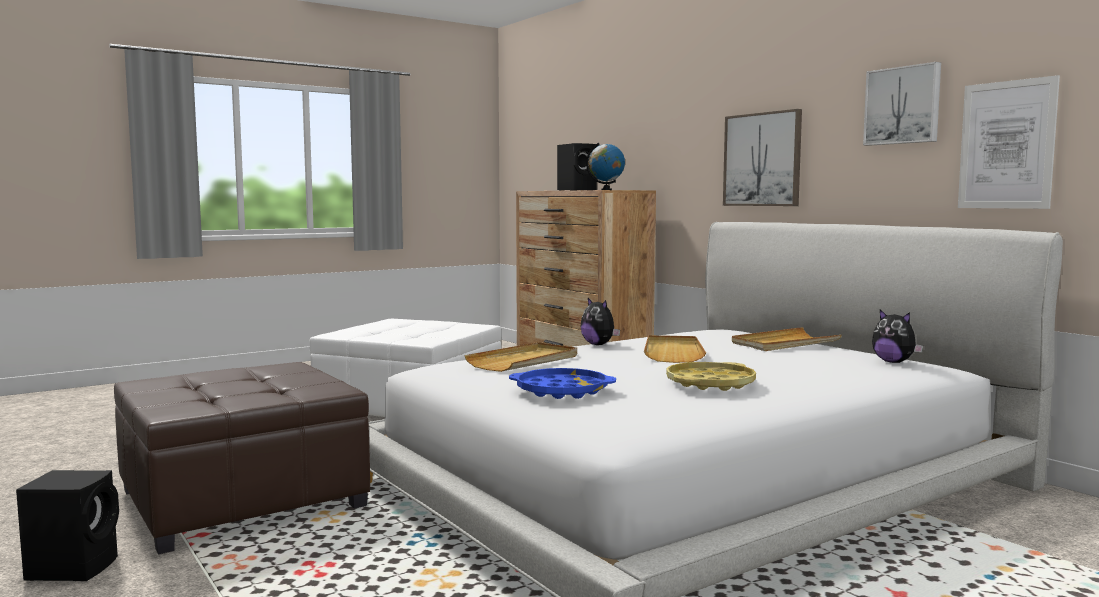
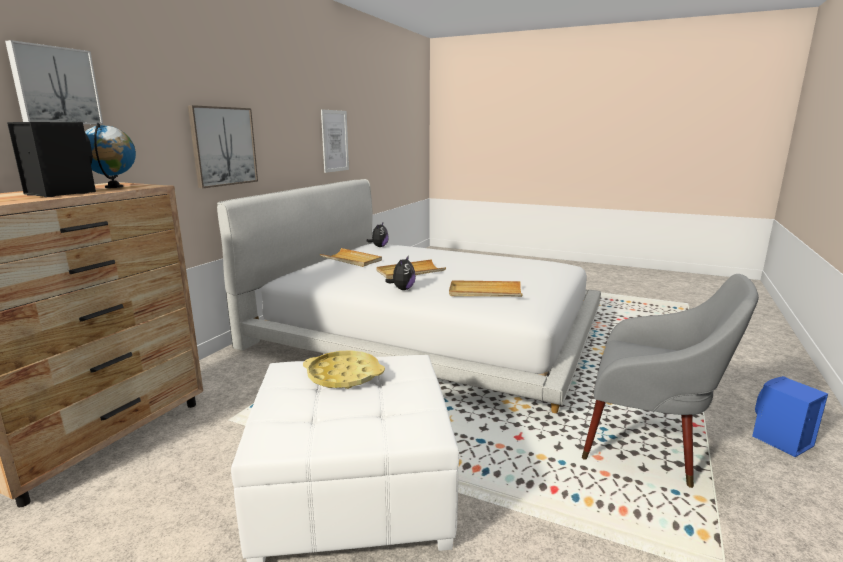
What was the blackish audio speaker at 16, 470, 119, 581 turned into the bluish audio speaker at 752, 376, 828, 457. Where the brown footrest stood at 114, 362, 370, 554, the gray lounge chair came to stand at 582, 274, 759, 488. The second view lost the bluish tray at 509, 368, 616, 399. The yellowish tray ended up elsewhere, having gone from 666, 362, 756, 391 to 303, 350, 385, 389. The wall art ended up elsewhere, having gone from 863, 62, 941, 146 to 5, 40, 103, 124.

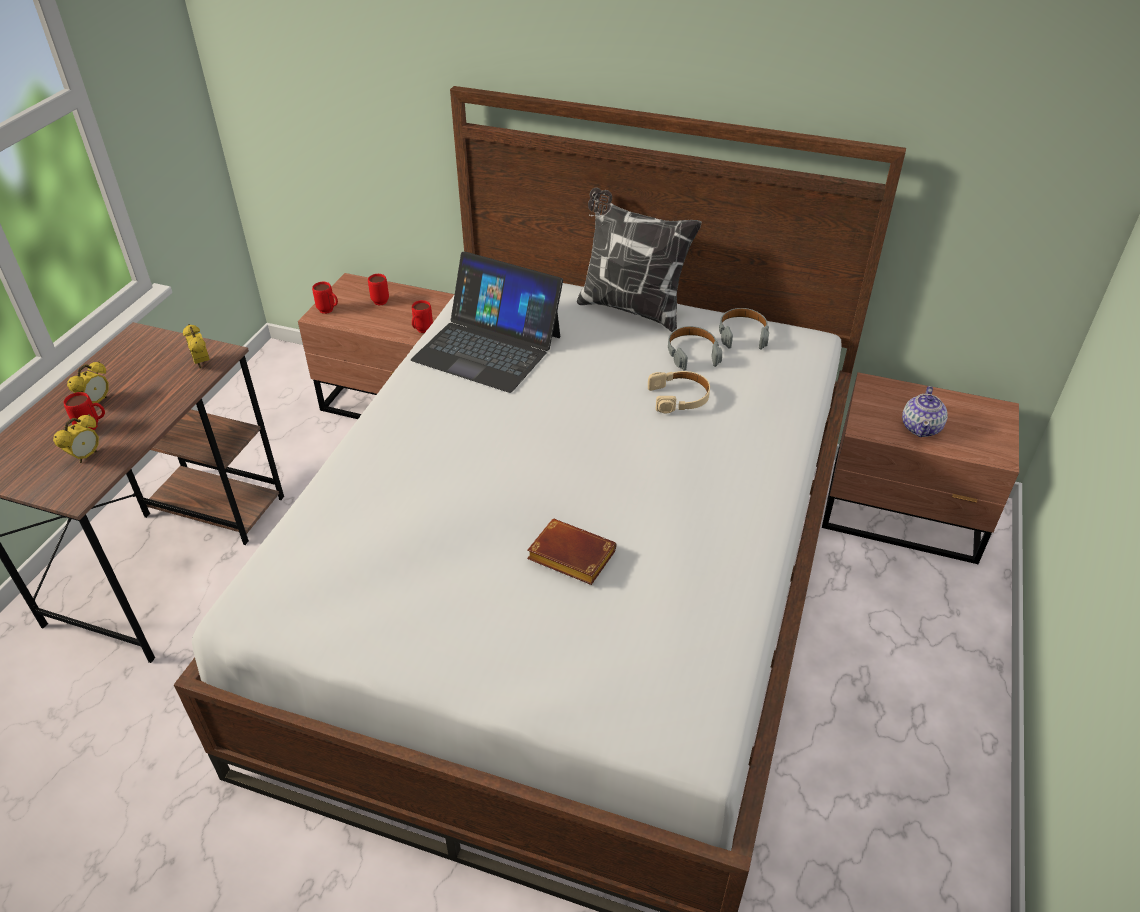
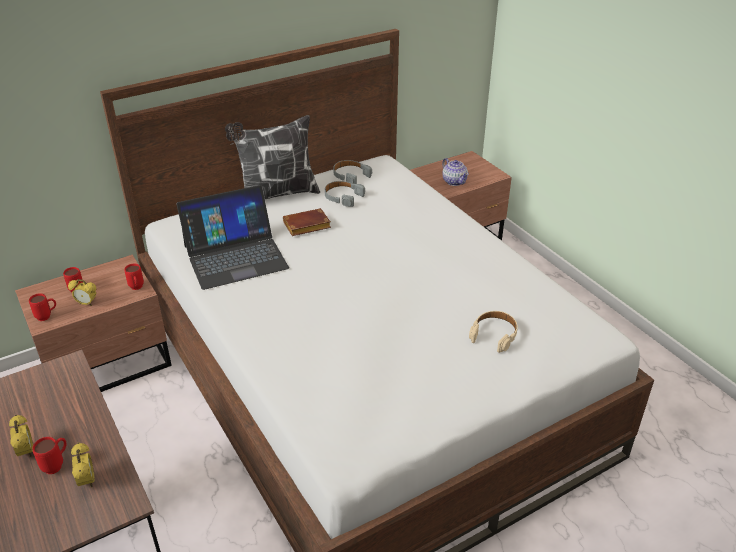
The table clock ended up elsewhere, having gone from 183, 324, 210, 369 to 68, 279, 96, 306. The brown bound book ended up elsewhere, having gone from 527, 519, 616, 585 to 283, 208, 331, 236. The beige headphones ended up elsewhere, having gone from 648, 371, 710, 413 to 469, 311, 518, 353.

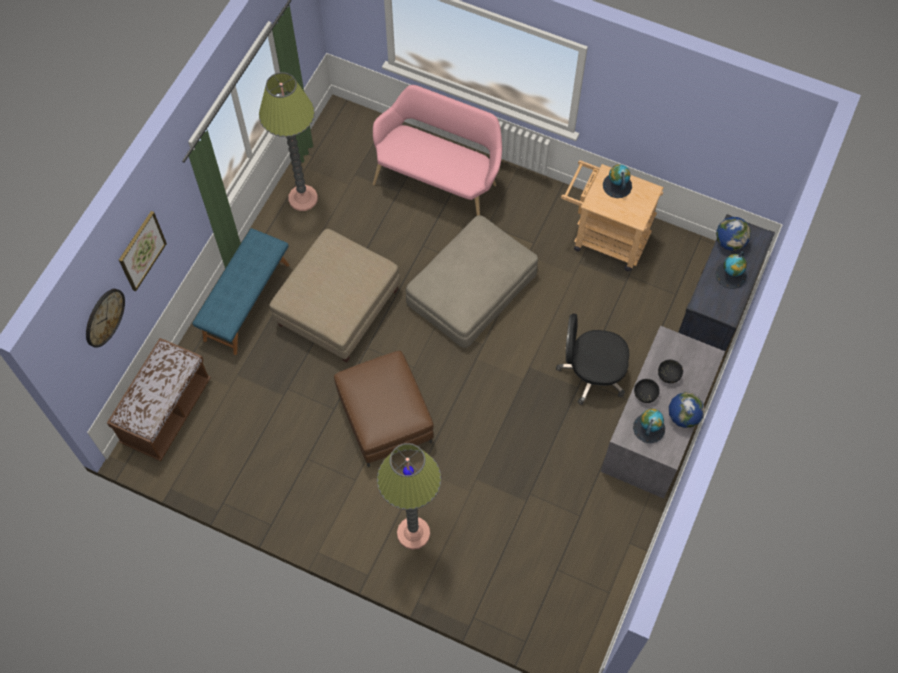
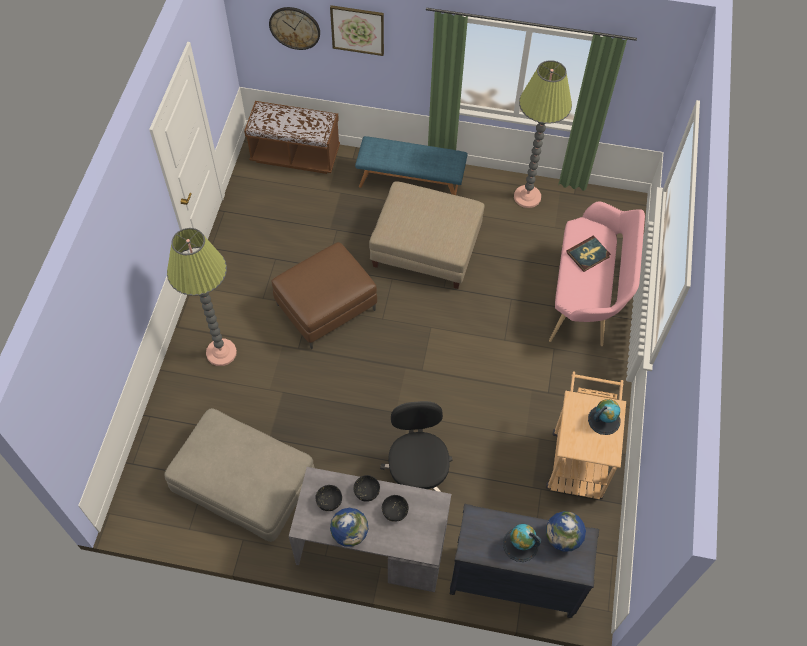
The beige footrest ended up elsewhere, having gone from 406, 215, 538, 348 to 165, 408, 315, 542. Where the desk globe stood at 633, 409, 665, 443, the blackish bowl came to stand at 316, 485, 342, 511. The second view gained the bound book at 566, 236, 611, 272.

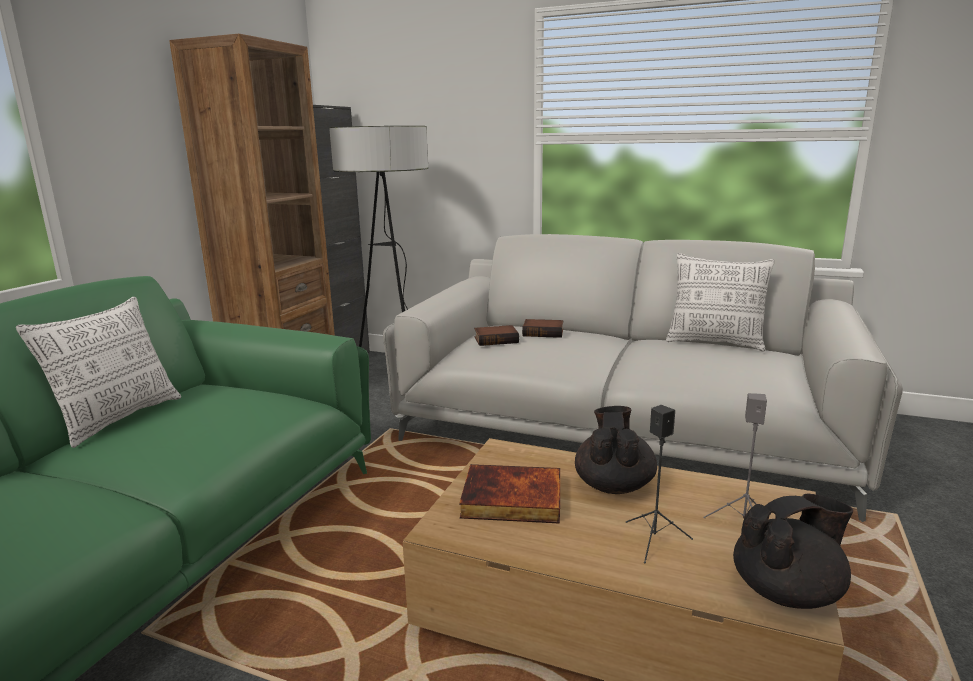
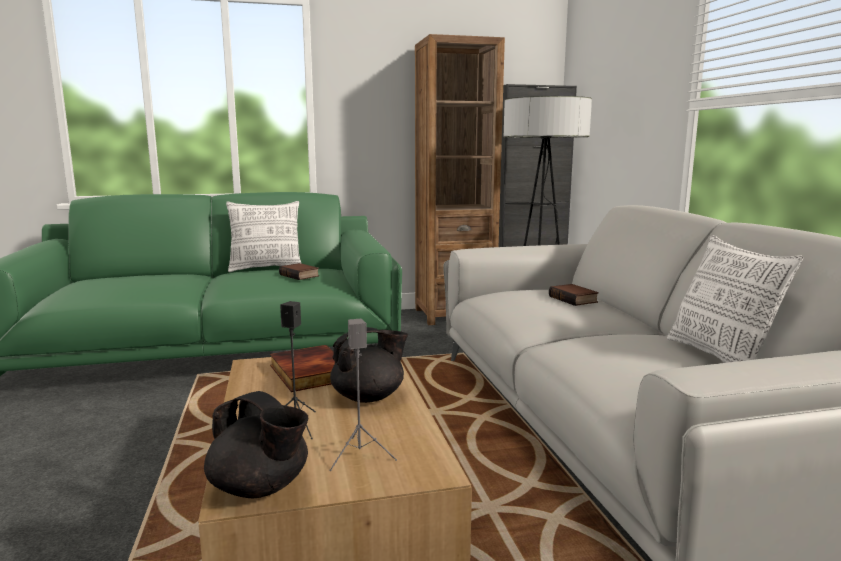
The bound book ended up elsewhere, having gone from 474, 325, 519, 346 to 279, 263, 319, 280.

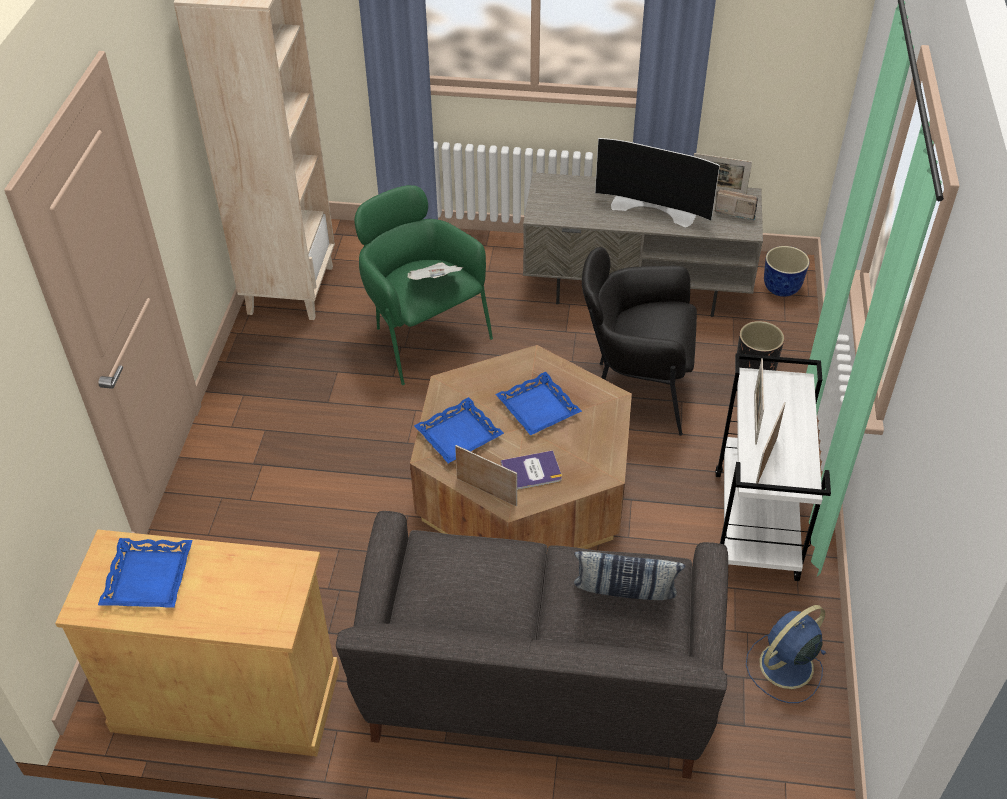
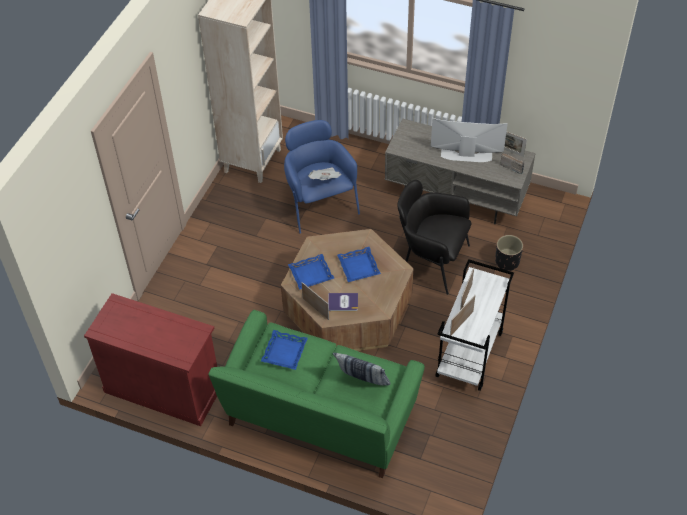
What was the beige storage cabinet at 55, 529, 339, 756 turned into the reddish storage cabinet at 84, 293, 217, 426. The bluish tray ended up elsewhere, having gone from 98, 538, 192, 608 to 261, 330, 308, 370. What was the gray settee at 336, 511, 728, 779 turned into the green settee at 208, 310, 425, 478. What was the green lounge chair at 355, 185, 493, 385 turned into the bluish lounge chair at 284, 120, 360, 234. The TV at 595, 138, 720, 227 ended up facing another way, 150 degrees clockwise from before. The second view lost the bluish fan at 746, 605, 827, 703. The second view lost the planter at 764, 246, 810, 297.

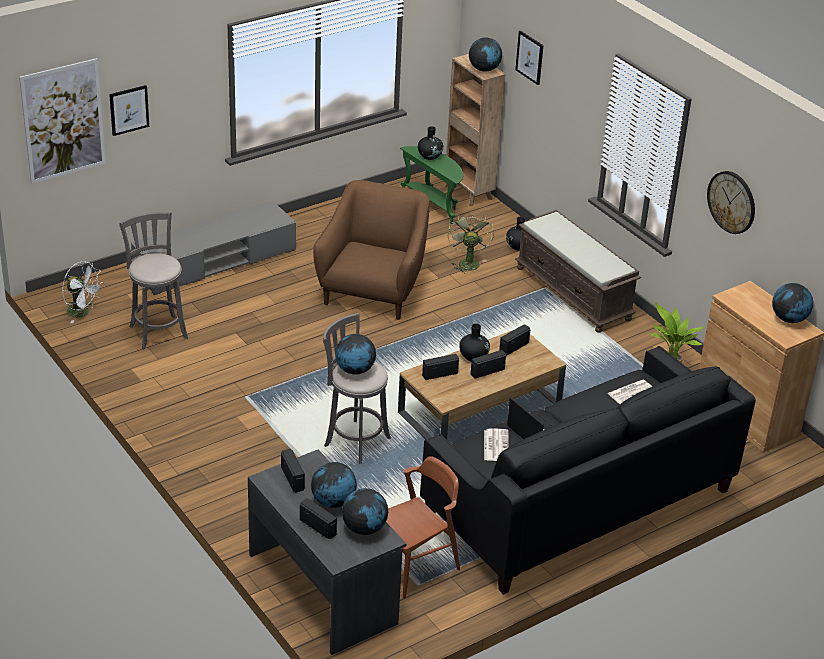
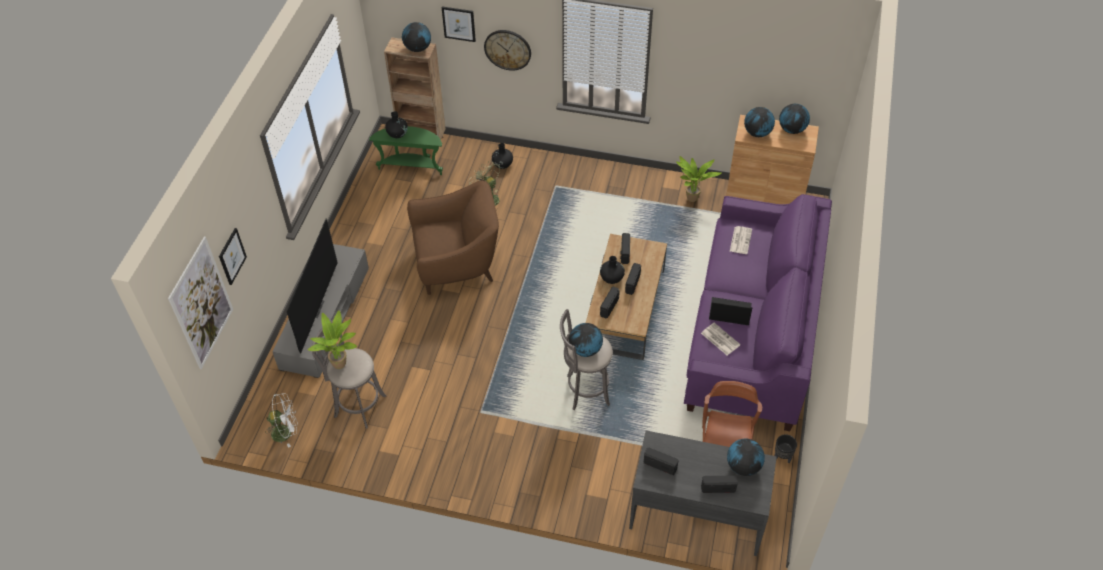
The desk globe ended up elsewhere, having gone from 311, 462, 357, 508 to 744, 107, 775, 137. The brown lounge chair at 313, 180, 429, 320 ended up facing another way, 105 degrees clockwise from before. What was the blackish settee at 420, 346, 756, 595 turned into the purple settee at 684, 194, 832, 431. The second view lost the brown long seat at 515, 210, 641, 333. The wall clock ended up elsewhere, having gone from 707, 171, 755, 234 to 484, 30, 531, 71. The second view gained the TV at 286, 219, 338, 353. The second view gained the houseplant at 307, 310, 357, 369. The second view gained the blackish planter at 775, 434, 797, 463.

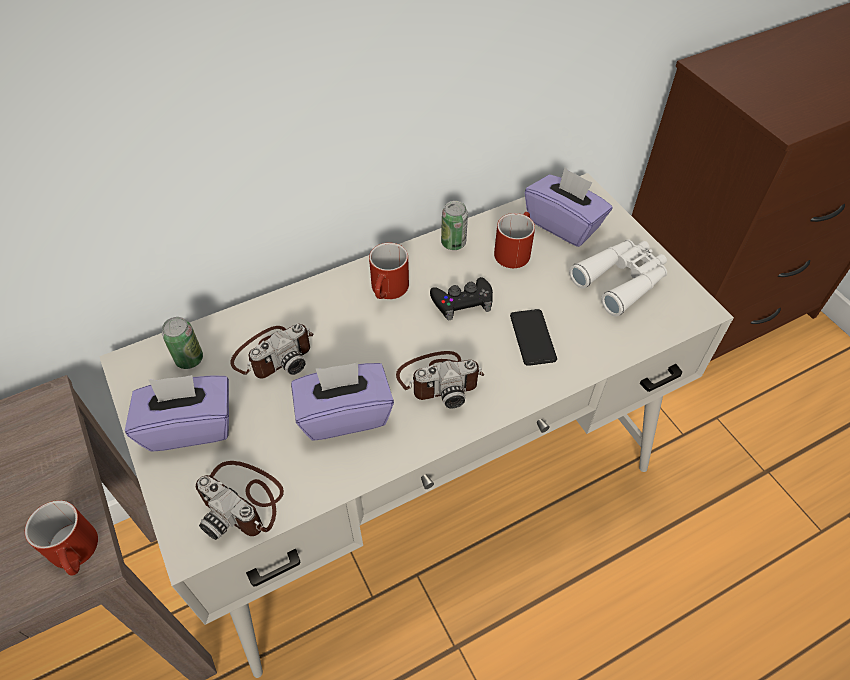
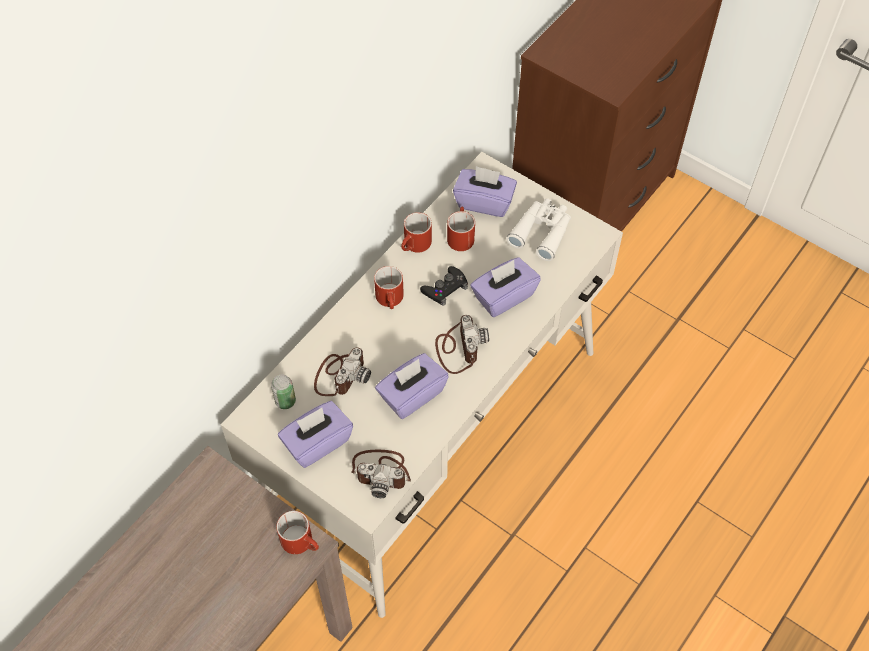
The photo camera at 396, 351, 484, 408 ended up facing another way, 60 degrees counterclockwise from before. Where the metal can stood at 441, 201, 468, 250, the reddish coffee mug came to stand at 401, 212, 432, 253. Where the handset stood at 510, 309, 557, 366, the purple tissue box came to stand at 470, 257, 541, 317.

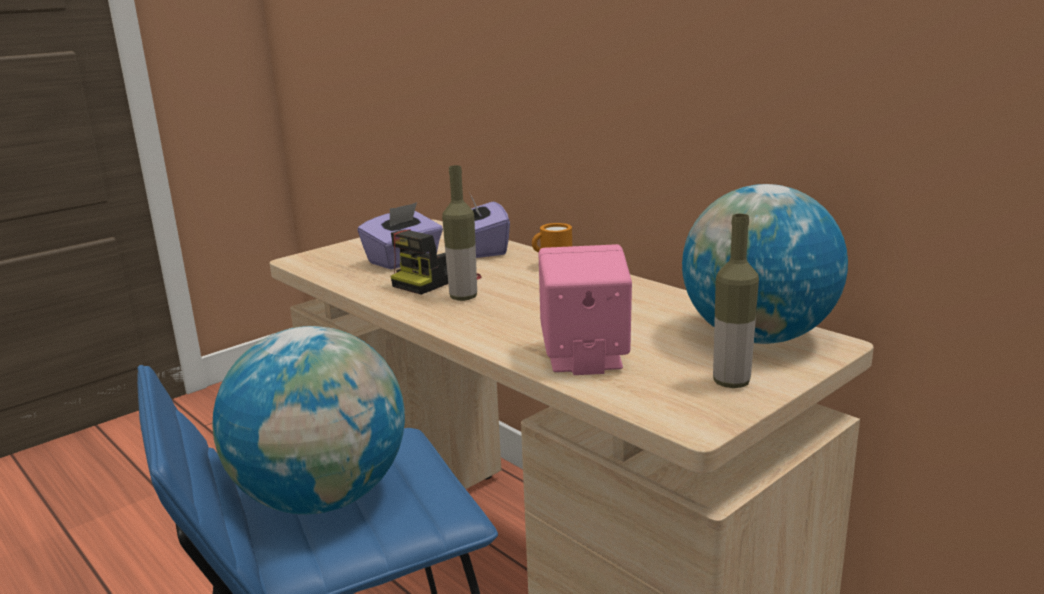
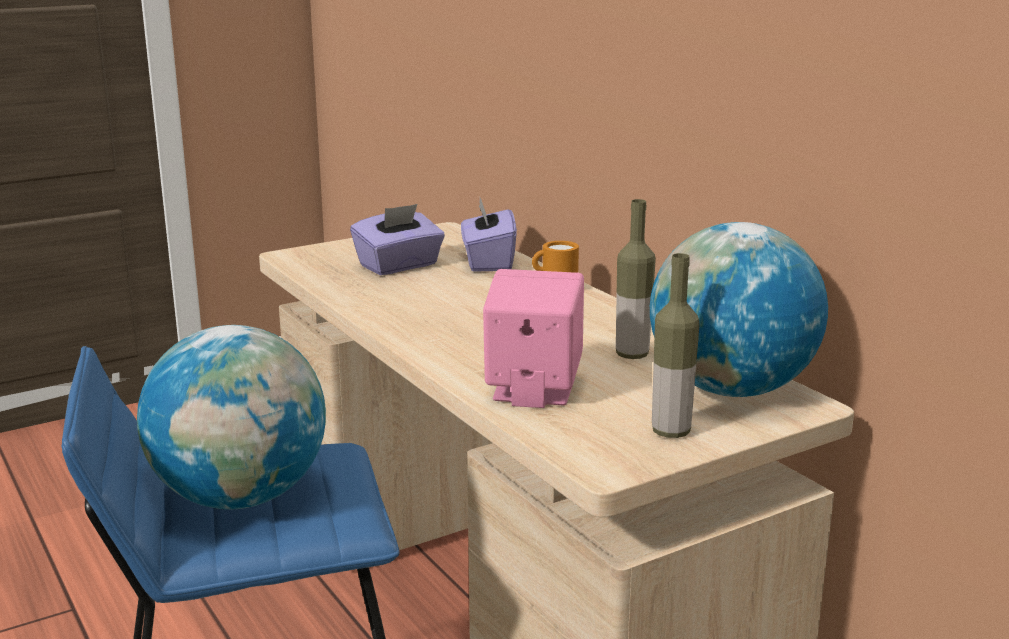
The second view lost the photo camera at 390, 230, 482, 295. The bottle ended up elsewhere, having gone from 442, 165, 477, 301 to 616, 199, 656, 359.

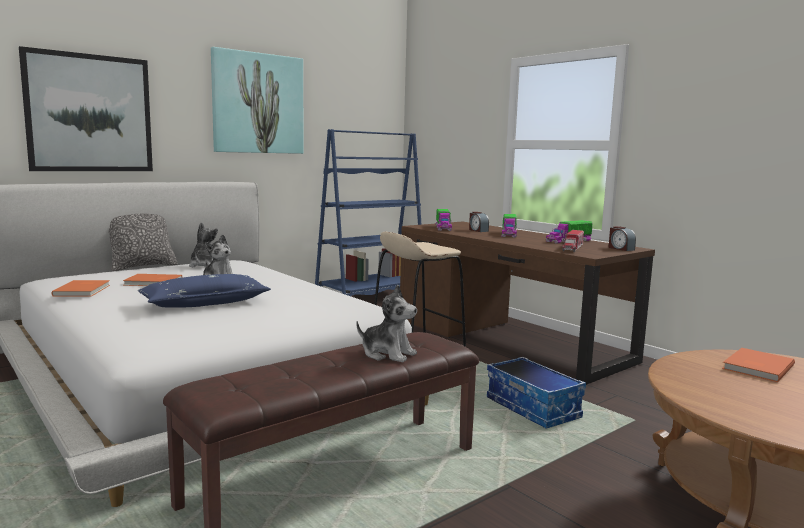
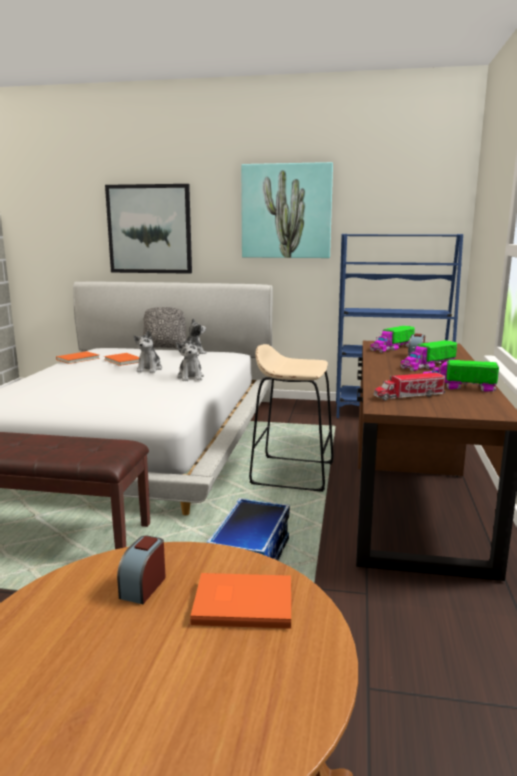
The second view lost the bluish cushion at 138, 274, 271, 308. The cuddly toy ended up elsewhere, having gone from 356, 285, 417, 362 to 176, 336, 204, 381. The table clock ended up elsewhere, having gone from 609, 226, 636, 251 to 117, 536, 166, 604.

